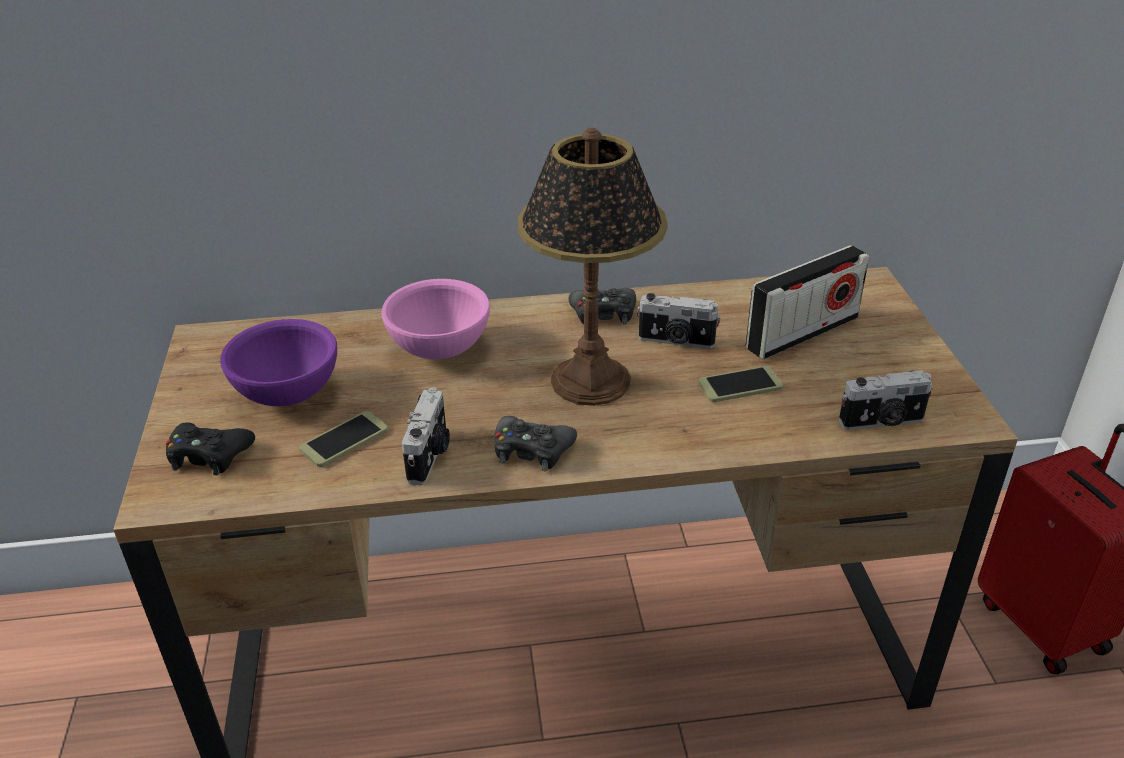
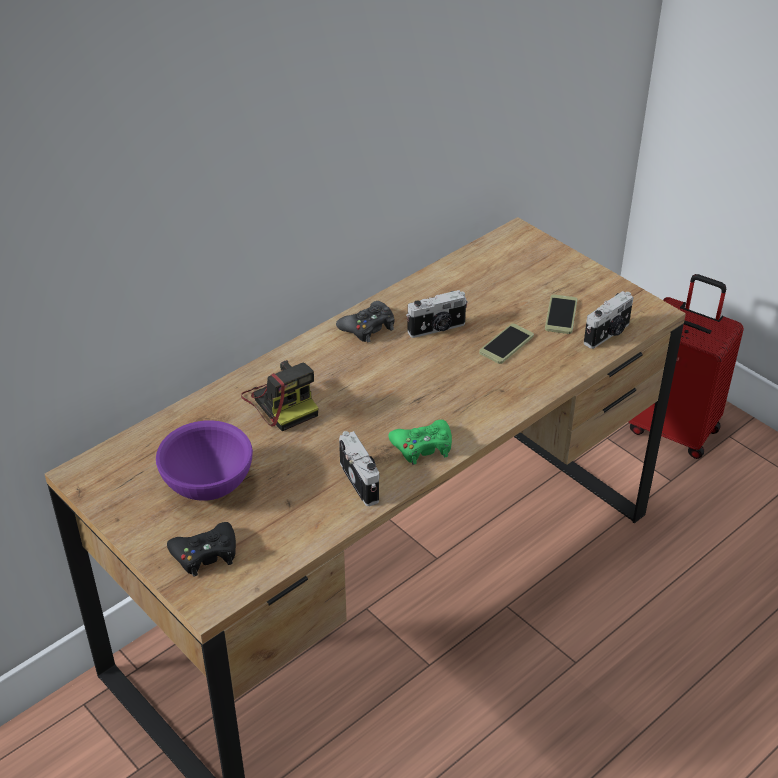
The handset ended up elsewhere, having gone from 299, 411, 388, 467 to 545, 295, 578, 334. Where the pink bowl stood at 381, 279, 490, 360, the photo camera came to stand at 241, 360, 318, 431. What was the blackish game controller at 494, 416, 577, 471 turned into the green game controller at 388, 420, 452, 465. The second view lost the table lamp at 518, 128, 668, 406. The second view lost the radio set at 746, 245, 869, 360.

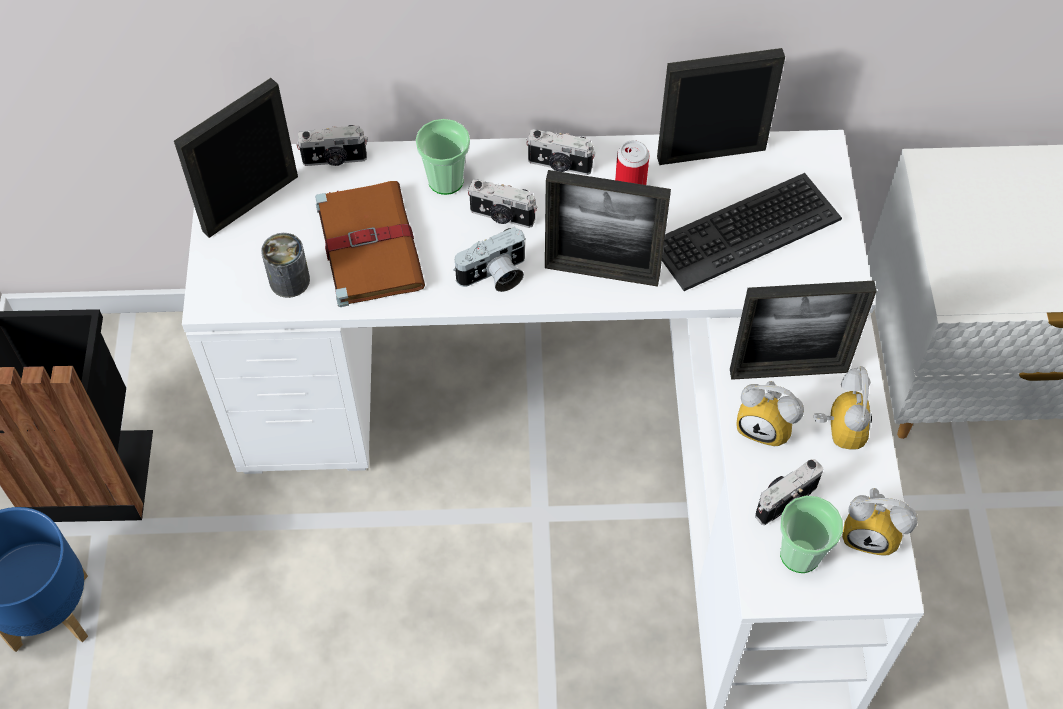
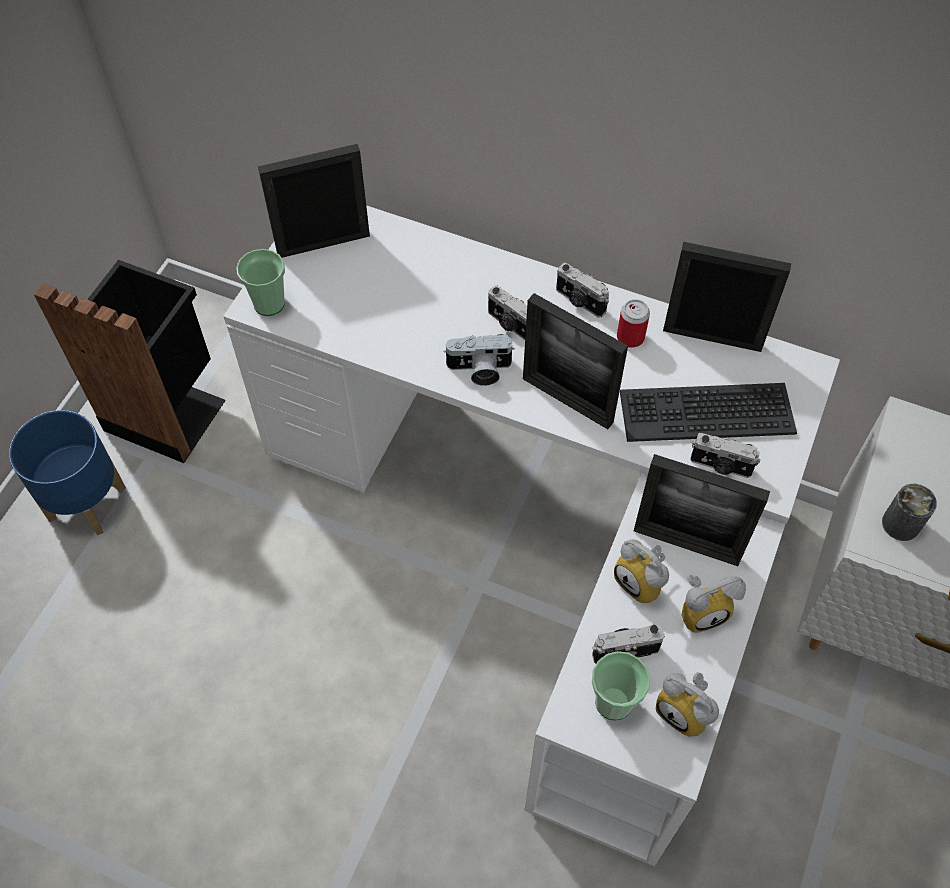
The metal can ended up elsewhere, having gone from 261, 233, 310, 298 to 882, 484, 937, 541. The photo camera ended up elsewhere, having gone from 296, 125, 367, 166 to 690, 433, 760, 478. The second view lost the brown bound book at 315, 181, 425, 307. The drinking cup ended up elsewhere, having gone from 416, 119, 470, 195 to 236, 249, 285, 316. The table clock at 814, 366, 872, 450 ended up facing another way, 45 degrees clockwise from before.

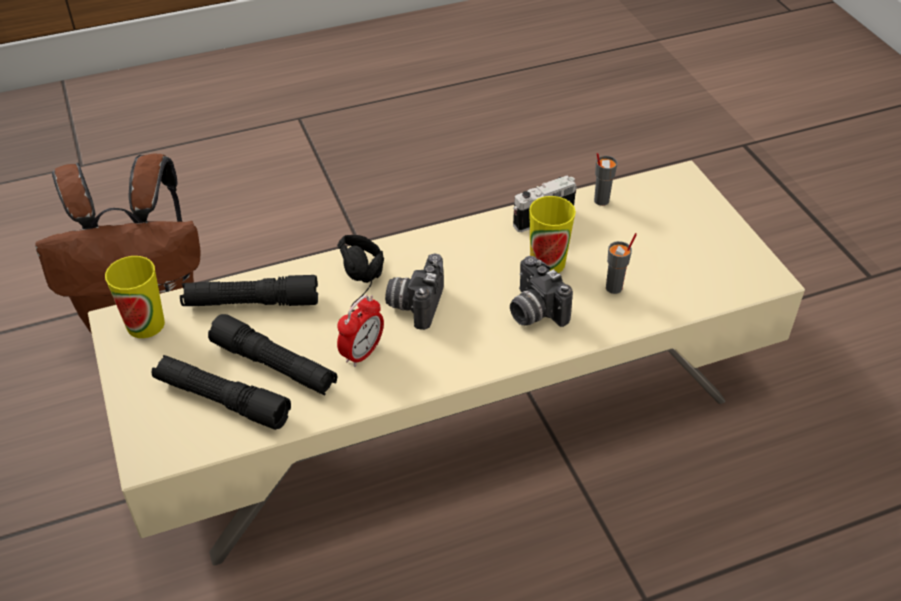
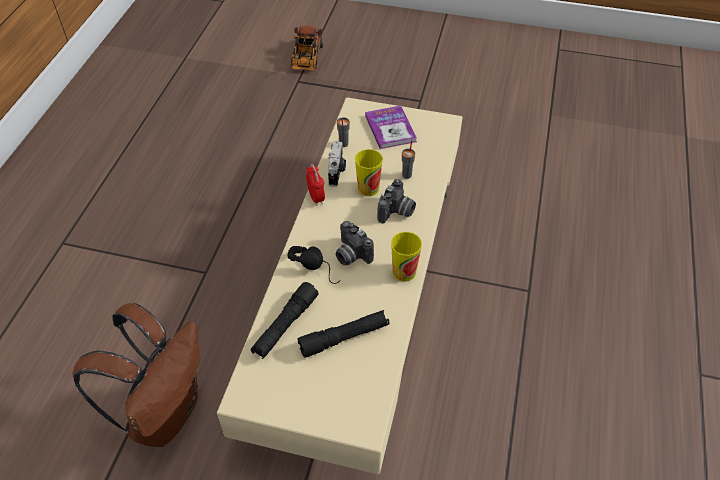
The drinking cup ended up elsewhere, having gone from 105, 256, 165, 338 to 391, 232, 422, 282. The second view lost the blackish torch at 151, 355, 291, 430. The table clock ended up elsewhere, having gone from 337, 295, 384, 367 to 306, 164, 325, 206. The photo camera at 510, 256, 573, 327 ended up facing another way, 60 degrees counterclockwise from before. The second view gained the toy lorry at 291, 26, 323, 70. The second view gained the bound book at 365, 105, 417, 149.

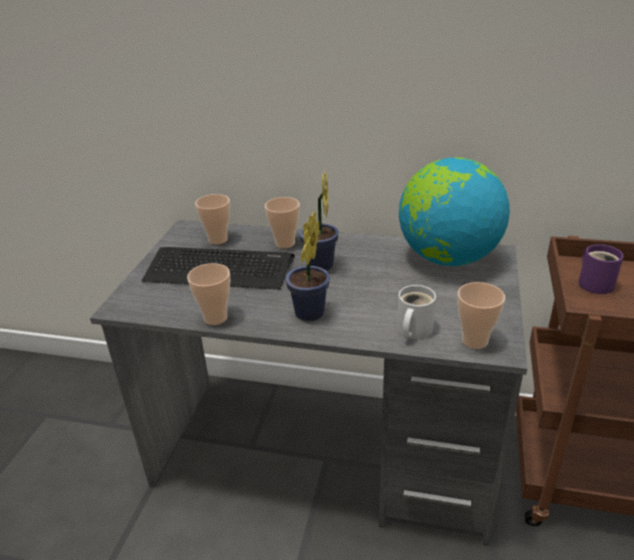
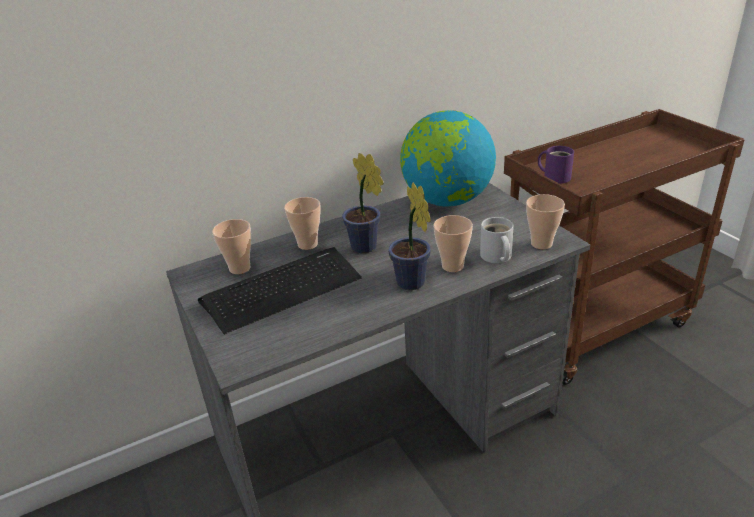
The drinking cup ended up elsewhere, having gone from 187, 263, 230, 325 to 433, 215, 473, 272.

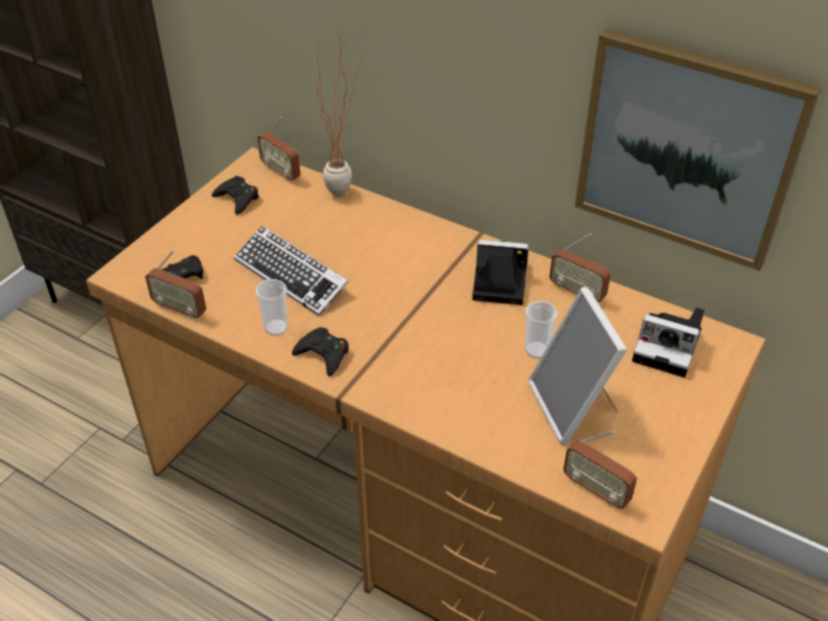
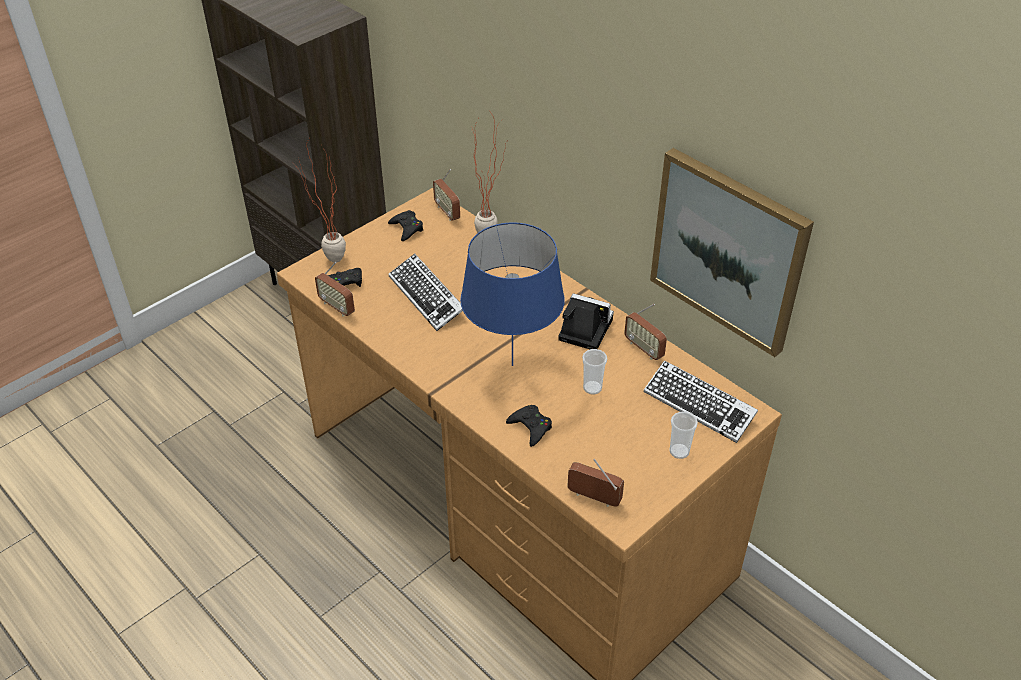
The drinking cup ended up elsewhere, having gone from 255, 279, 288, 336 to 669, 411, 698, 459. The blackish game controller ended up elsewhere, having gone from 292, 327, 349, 376 to 506, 405, 552, 447. The second view lost the photo frame at 528, 287, 628, 445. The radio set at 563, 431, 637, 509 ended up facing another way, 150 degrees clockwise from before. Where the photo camera stood at 632, 307, 705, 378, the PC keyboard came to stand at 644, 360, 758, 443. The second view gained the houseplant at 294, 139, 346, 263. The second view gained the bluish table lamp at 460, 222, 565, 366.

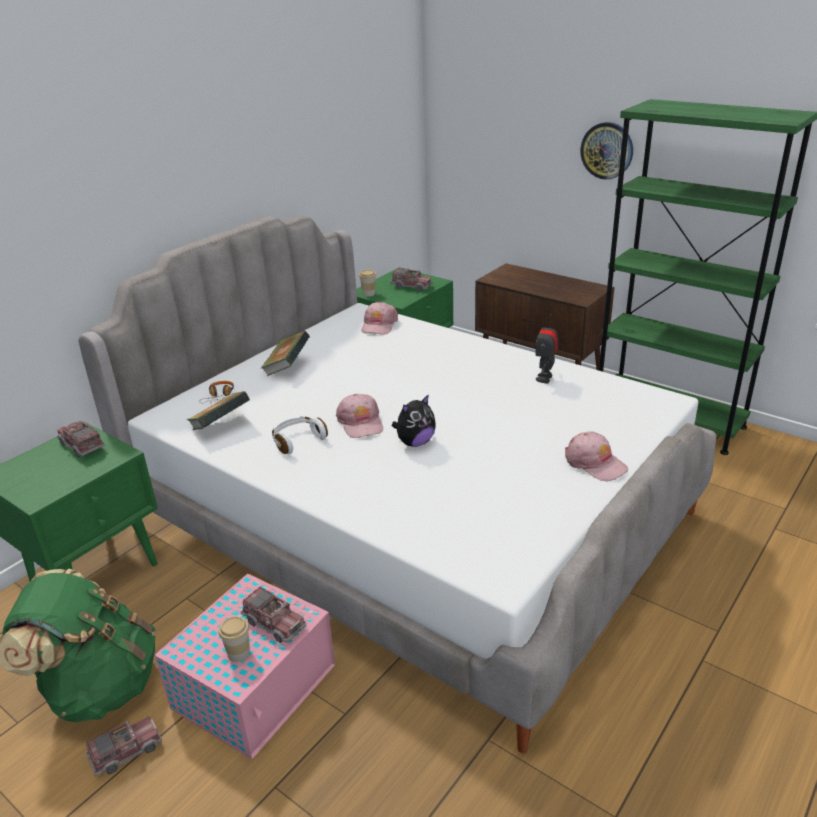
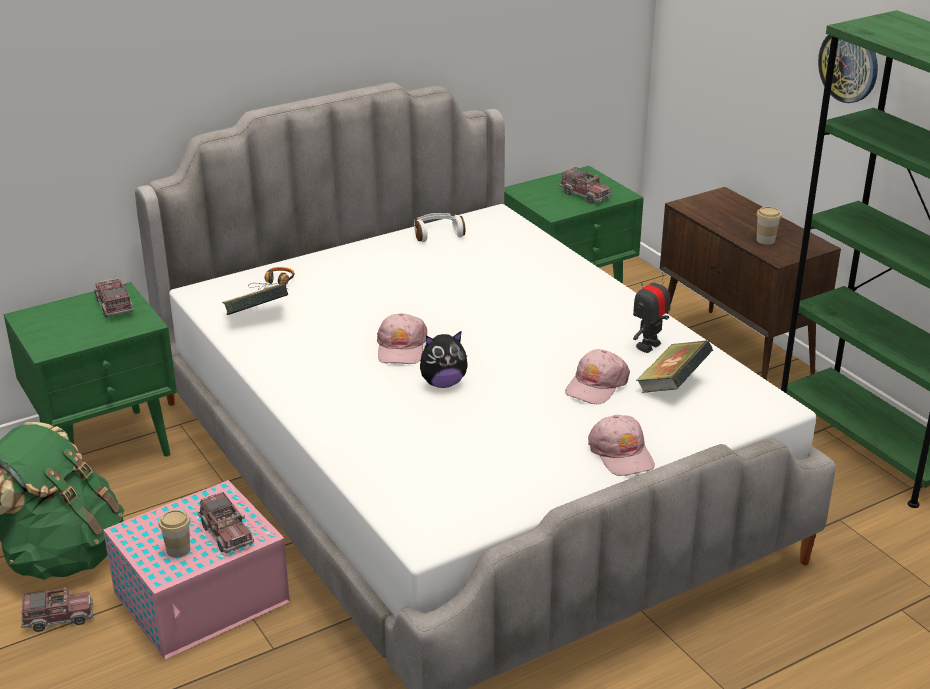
The bound book ended up elsewhere, having gone from 261, 331, 310, 376 to 636, 340, 713, 393. The white-coloured headphones ended up elsewhere, having gone from 272, 416, 328, 454 to 414, 213, 465, 242. The drinking cup ended up elsewhere, having gone from 359, 270, 376, 297 to 756, 207, 782, 244. The pink peaked cap ended up elsewhere, having gone from 361, 302, 398, 335 to 565, 349, 630, 404.

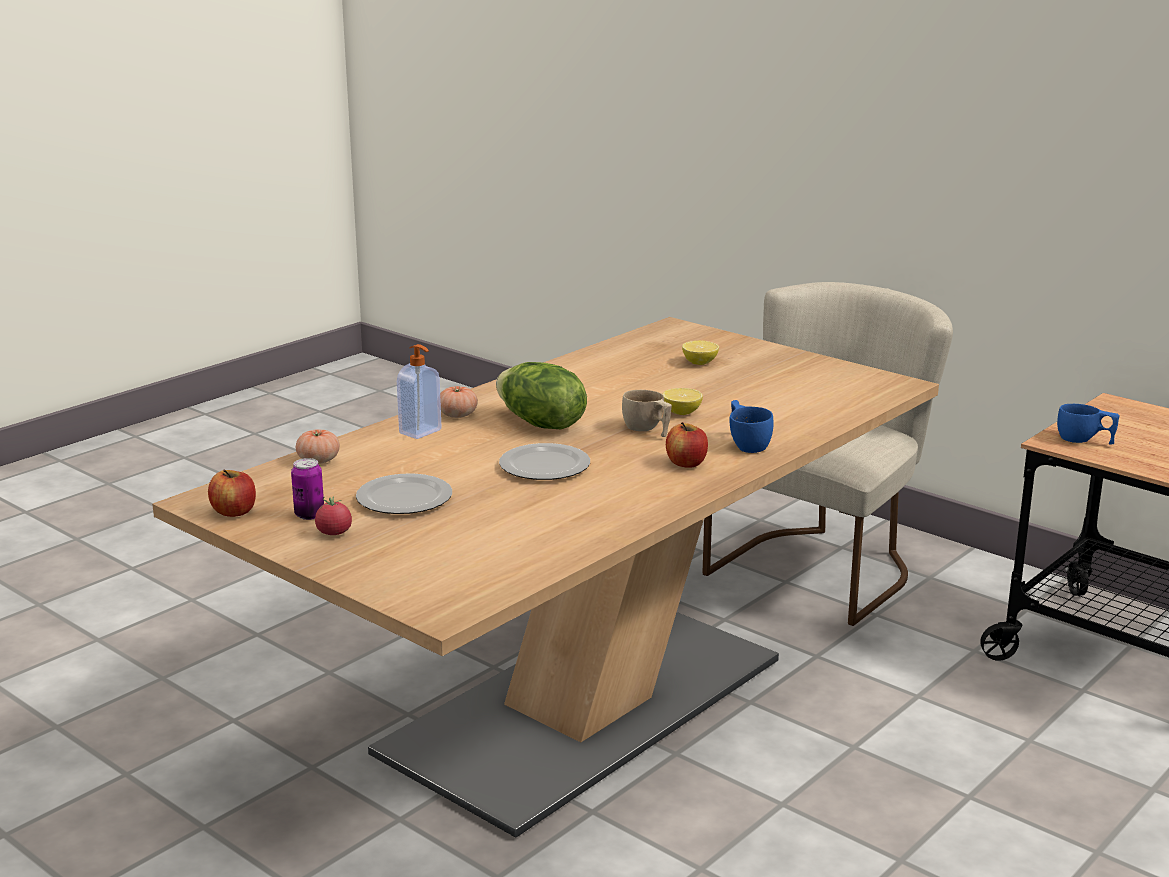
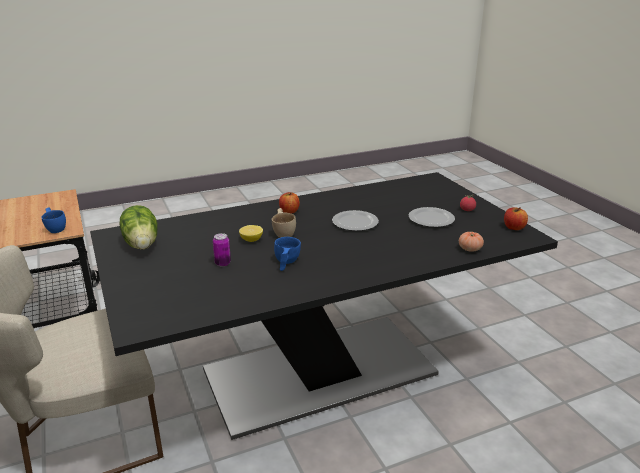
What was the beige dining table at 152, 317, 939, 838 turned into the blackish dining table at 90, 172, 558, 440. The metal can ended up elsewhere, having gone from 291, 458, 324, 520 to 213, 233, 231, 266. The second view lost the liquid soap bottle at 397, 344, 442, 439. The second view lost the whole tomato at 440, 386, 478, 418. The lettuce head ended up elsewhere, having gone from 496, 362, 587, 429 to 120, 205, 158, 249. The second view lost the whole lemon at 682, 341, 719, 365. The bluish drinking cup ended up elsewhere, having gone from 729, 400, 773, 453 to 274, 237, 301, 271.

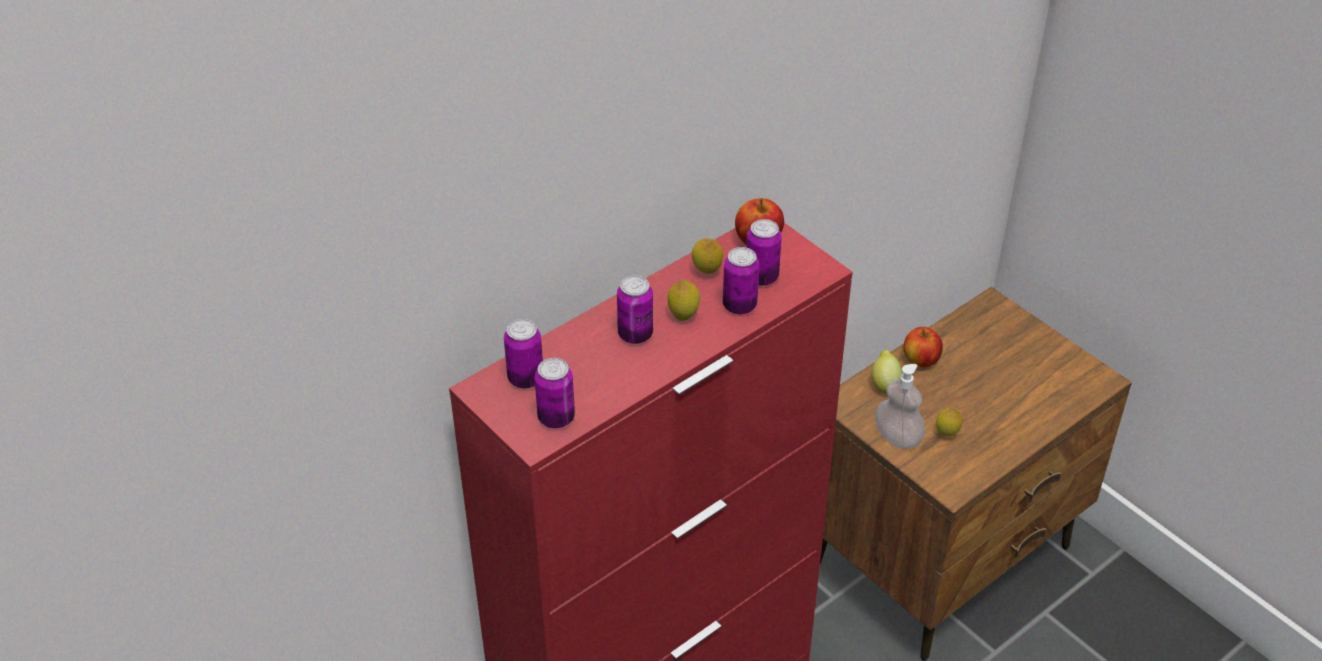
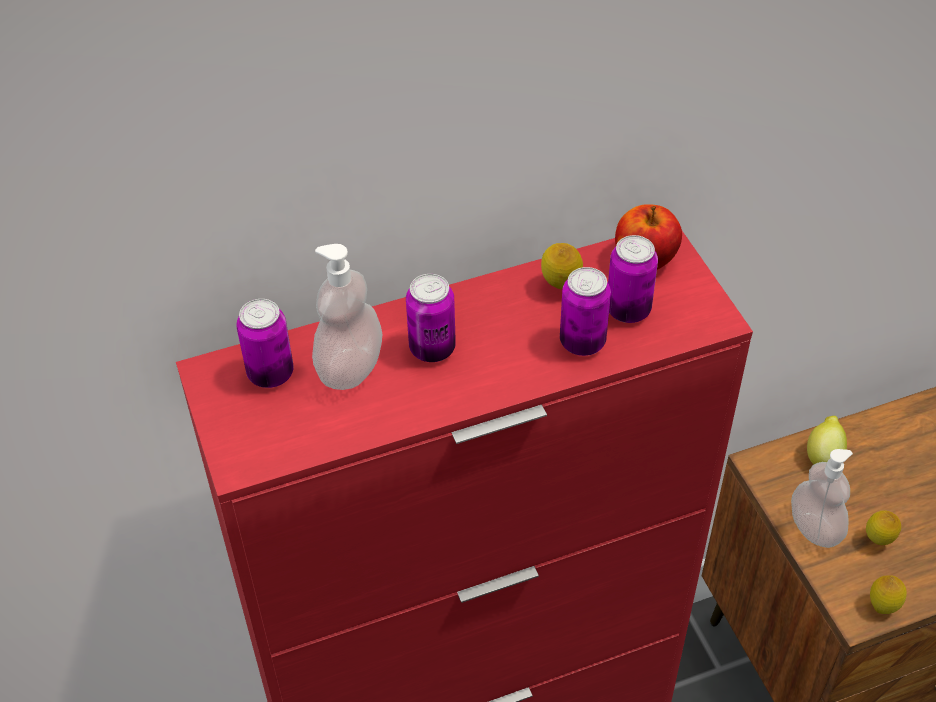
The second view lost the metal can at 535, 358, 575, 428. The whole lemon ended up elsewhere, having gone from 667, 279, 700, 321 to 870, 575, 907, 614. The second view lost the apple at 904, 327, 943, 368. The second view gained the liquid soap bottle at 312, 244, 382, 390.

